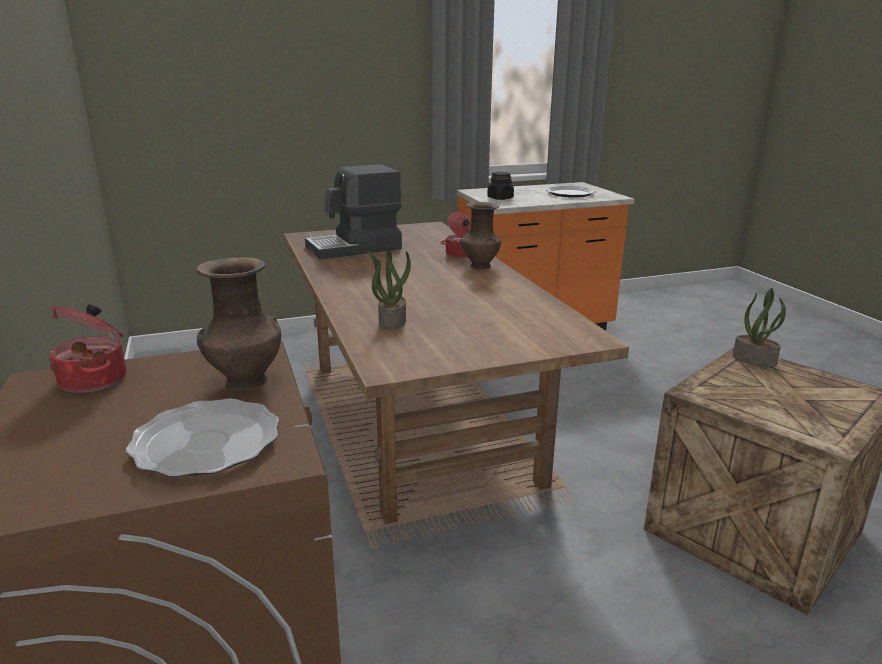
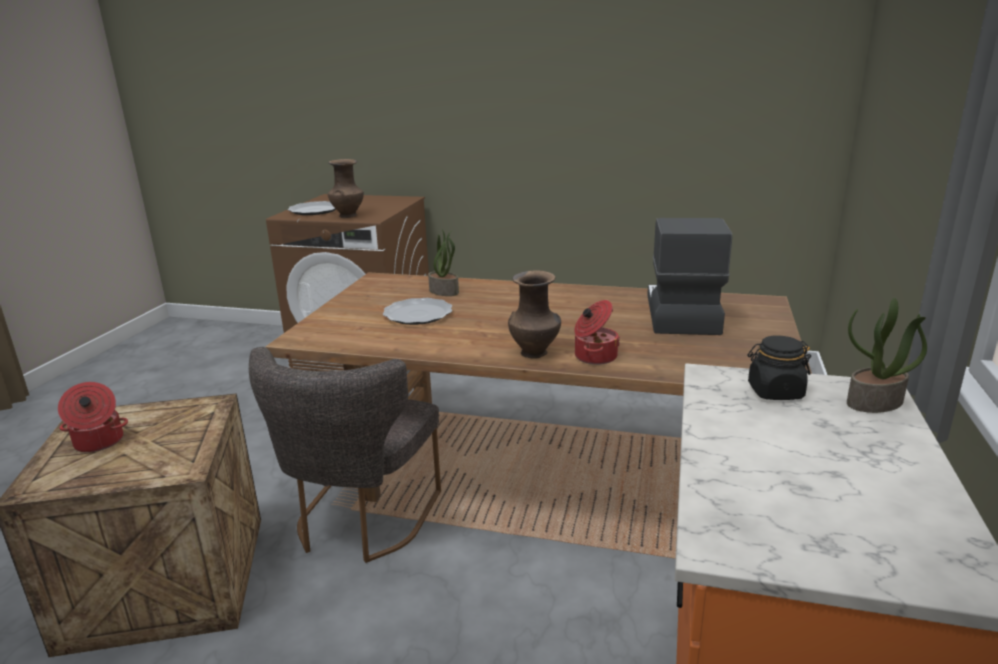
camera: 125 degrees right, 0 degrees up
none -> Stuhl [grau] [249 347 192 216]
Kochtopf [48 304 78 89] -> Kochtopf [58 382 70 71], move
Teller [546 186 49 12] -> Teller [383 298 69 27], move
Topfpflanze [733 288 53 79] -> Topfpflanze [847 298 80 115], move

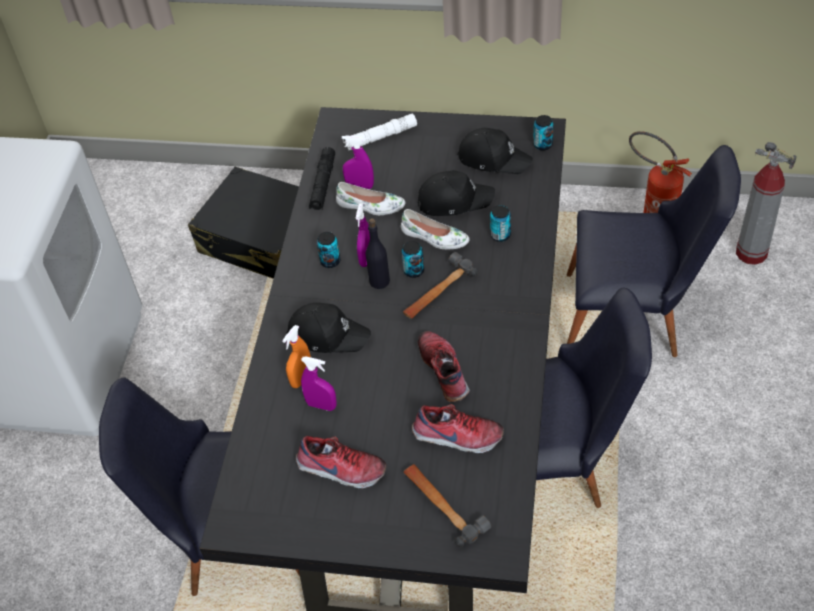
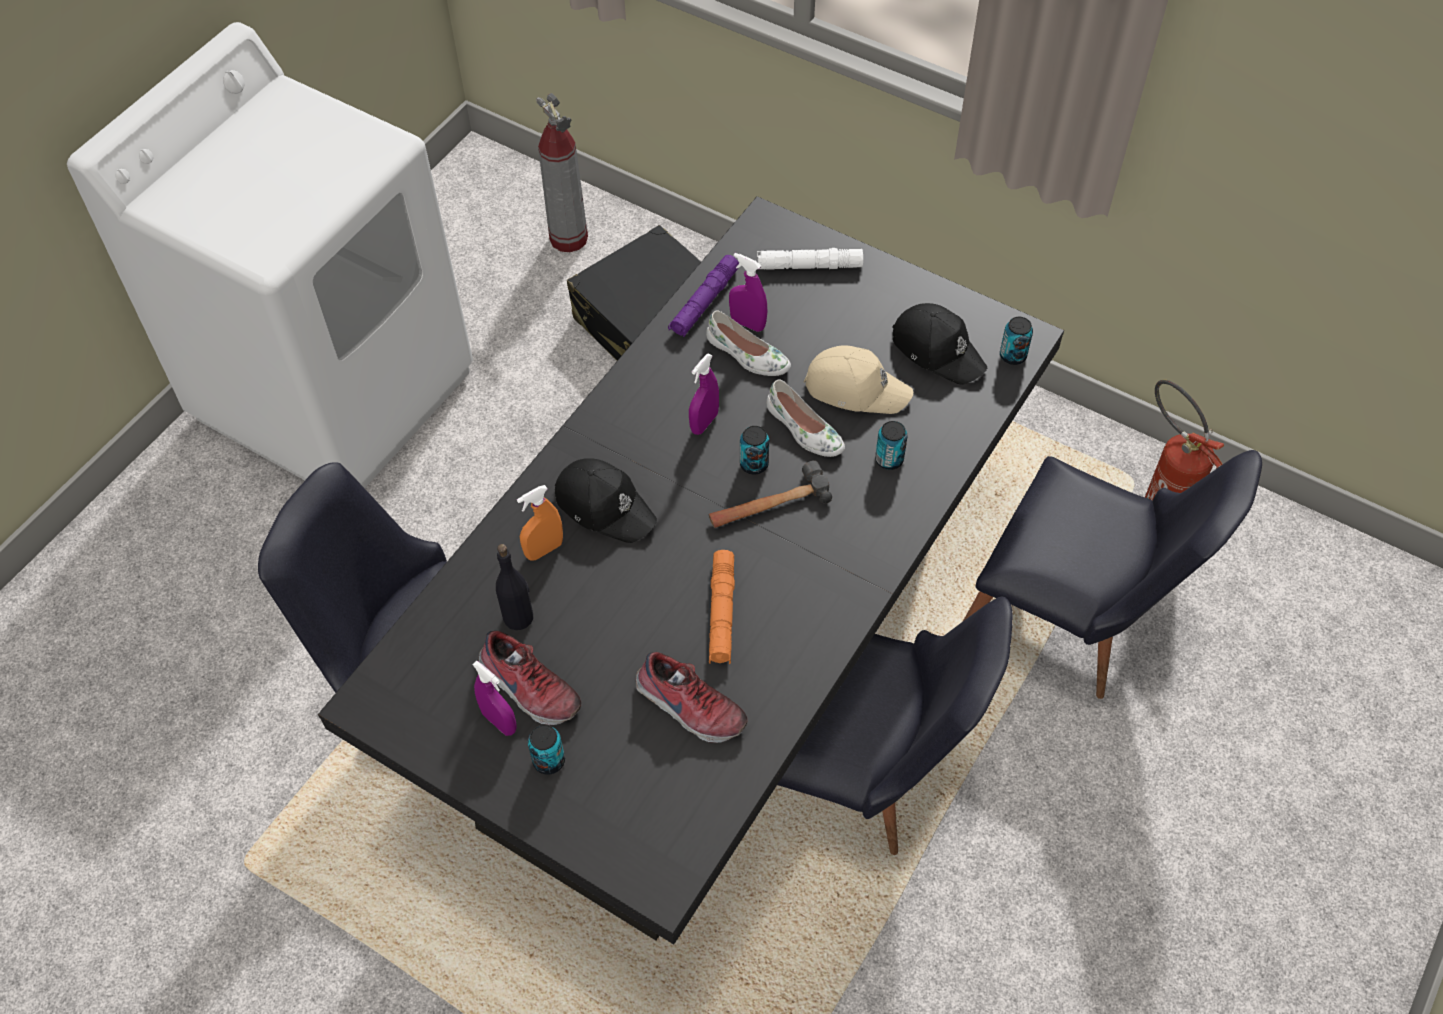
camera: 20 degrees right, 5 degrees up
Hammer [404 464 87 83] -> none
Sprühflasche [lila] [301 357 36 54] -> Sprühflasche [lila] [472 661 45 75], move
Dose [317 232 23 36] -> Dose [528 725 37 50], move
Flasche [schwarz] [366 218 24 71] -> Flasche [schwarz] [496 544 37 86], move
Feuerlöscher [736 142 60 123] -> Feuerlöscher [536 93 52 159], move
Schuh [418 331 52 71] -> Taschenlampe [orange] [709 550 26 114]
Taschenlampe [schwarz] [309 147 26 63] -> Taschenlampe [lila] [668 255 71 82]
Kappe [schwarz] [418 170 77 46] -> Kappe [beige] [804 345 109 69]

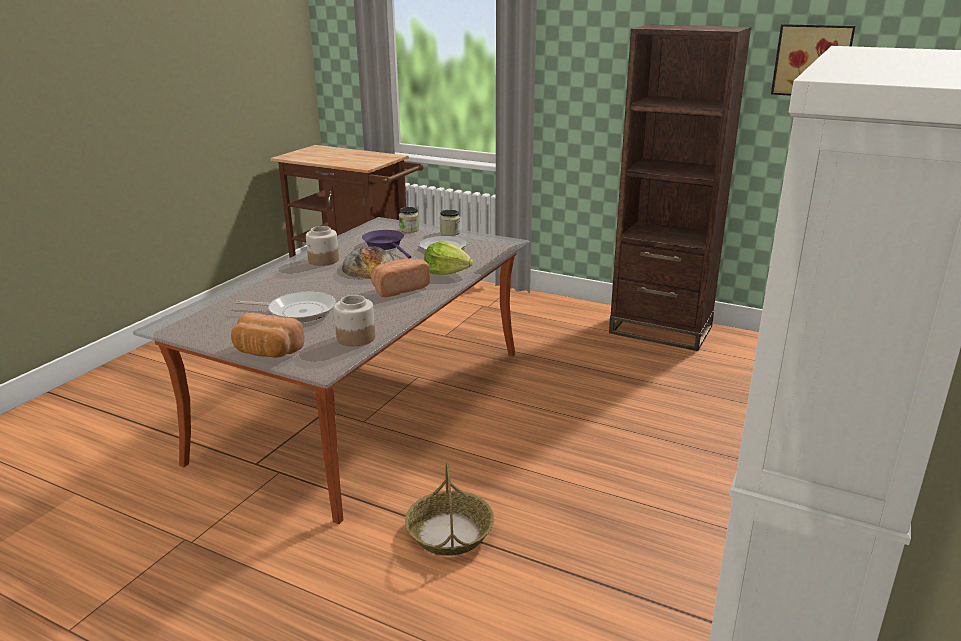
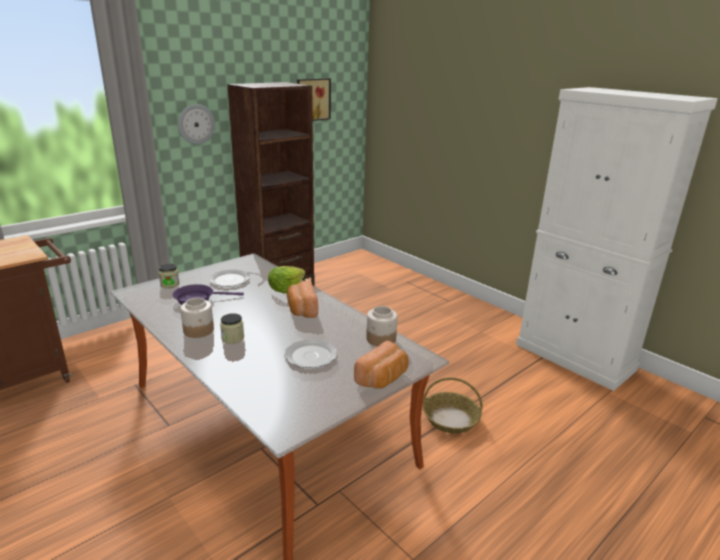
camera: 70 degrees left, 0 degrees up
Brot [342 246 53 33] -> none
none -> Wanduhr [178 104 37 41]
Vorratsglas [440 210 20 26] -> Vorratsglas [220 313 24 31], move
Pfanne [236 291 100 31] -> Teller [284 339 53 29]

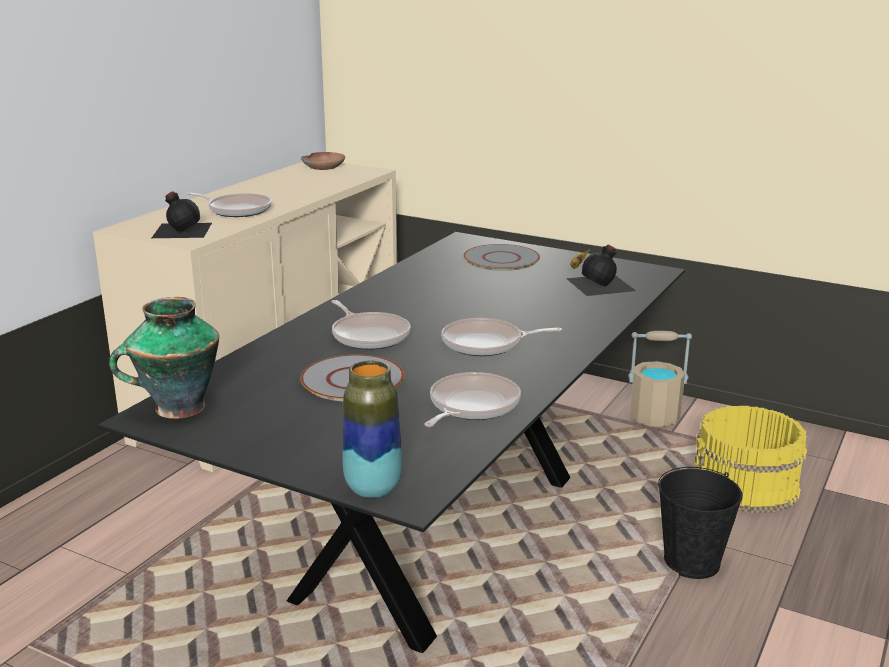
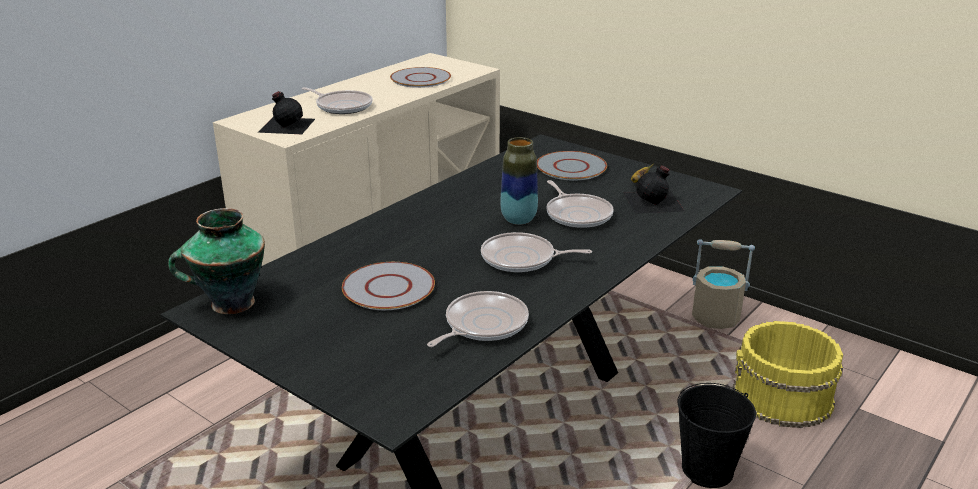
camera: 10 degrees right, 5 degrees up
Schüssel [braun] [301 152 44 18] -> none
none -> Teller [grau] [390 67 61 21]
Pfanne [331 300 80 49] -> Pfanne [547 180 67 48], move
Vase [342 361 60 137] -> Vase [500 137 38 88], move

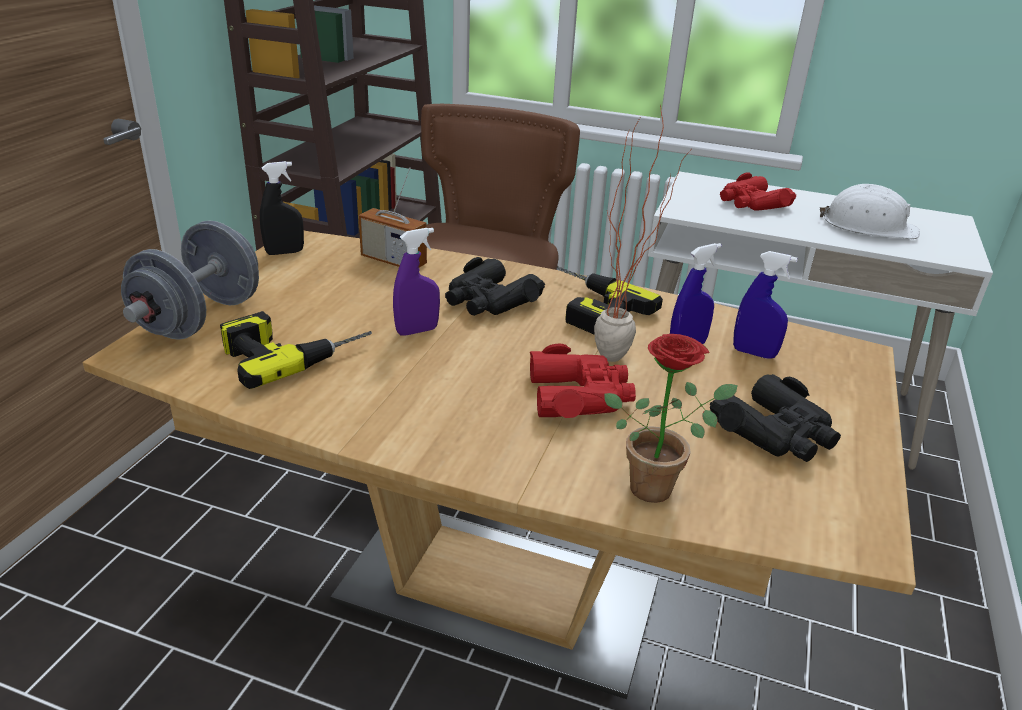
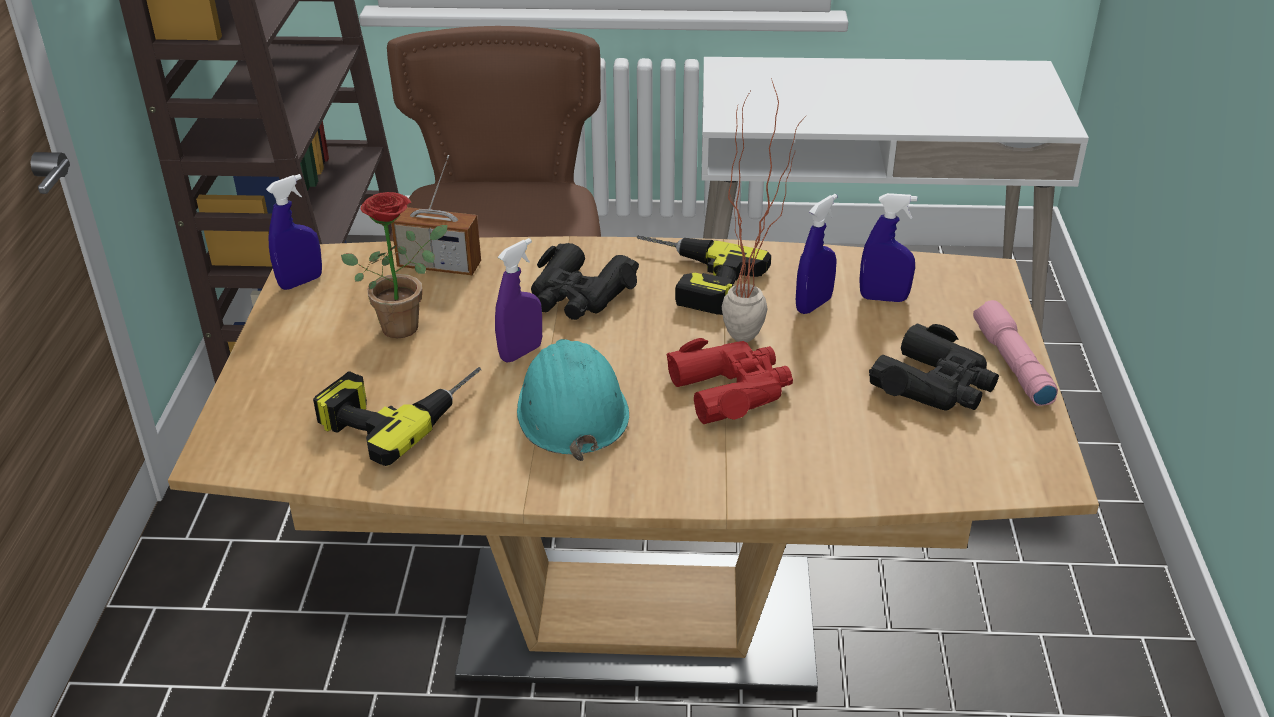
camera: 15 degrees left, 5 degrees up
Hantel [grau] [121 221 138 119] -> none
Fernglas [rot] [720 172 76 39] -> none
Schutzhelm [weiß] [820 184 100 55] -> none
none -> Schutzhelm [türkis] [517 339 112 122]
none -> Taschenlampe [rosa] [973 300 85 106]
Topfpflanze [604 334 134 169] -> Topfpflanze [341 192 107 146], move
Sprühflasche [schwarz] [260 161 44 94] -> Sprühflasche [blau] [266 174 56 116]

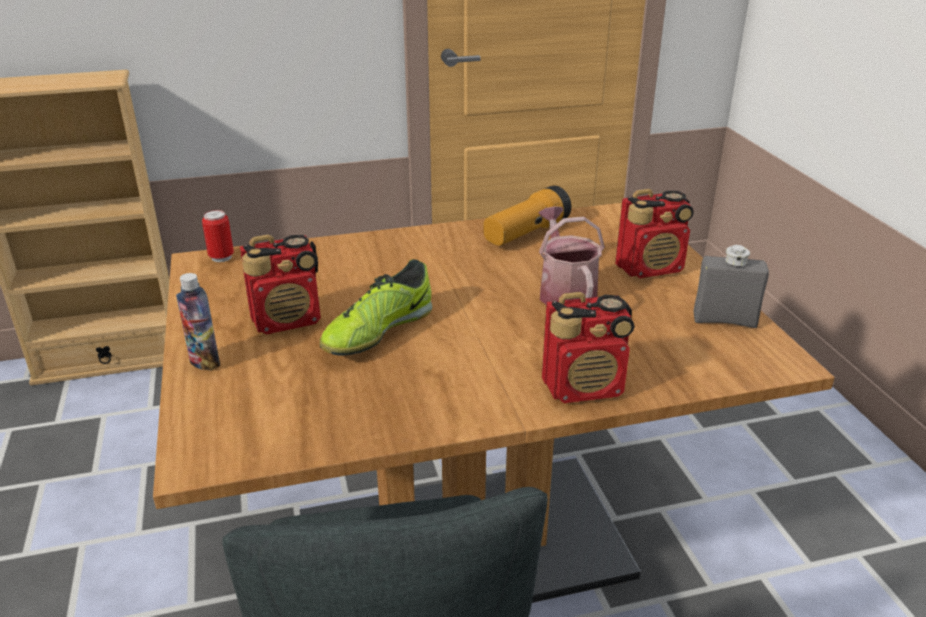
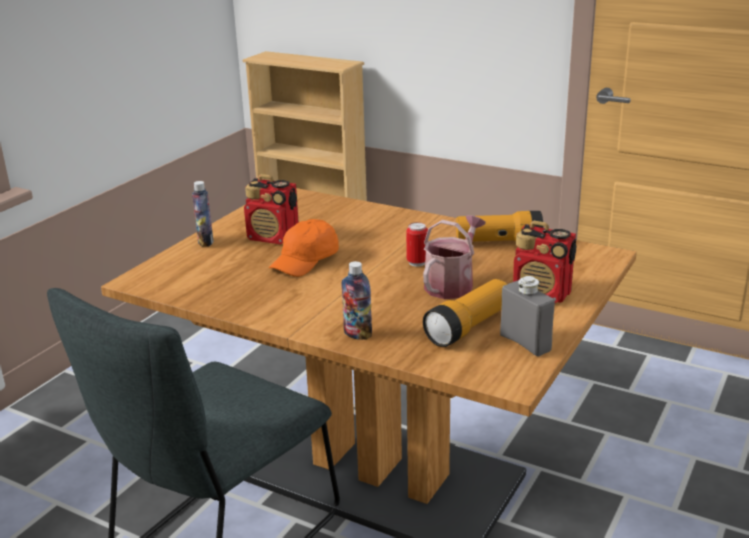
camera: 45 degrees right, 5 degrees down
none -> Taschenlampe [423 279 84 68]
Dose [202 210 32 52] -> Dose [406 222 22 45], move
Schuh [320 259 112 96] -> Kappe [orange] [269 219 70 58]
Radio [542 292 93 111] -> Flasche [341 261 31 79]

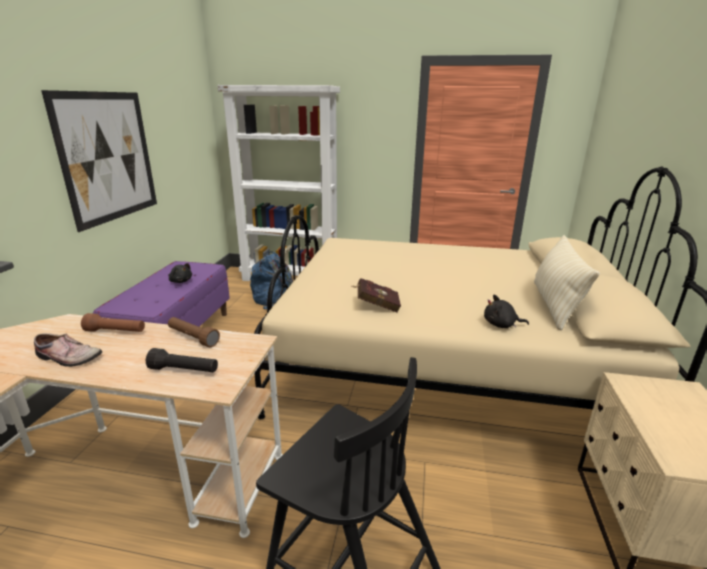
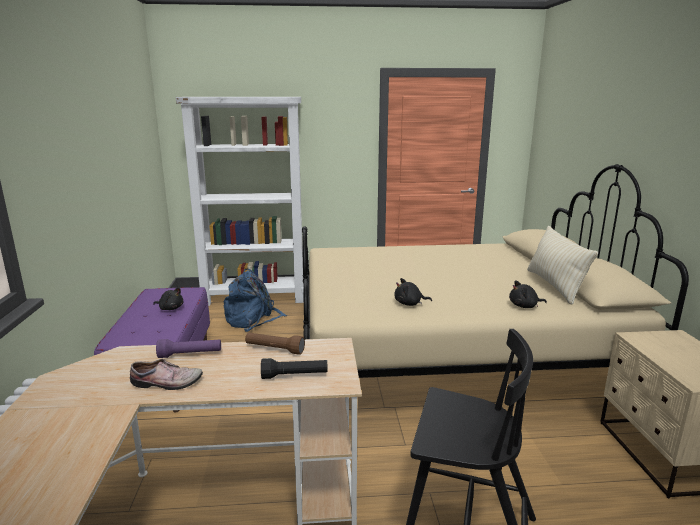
camera: 15 degrees left, 5 degrees down
Bild [41 90 116 142] -> none
Buch [rot] [350 278 51 35] -> Plüschtier [schwarz] [395 278 37 28]
Taschenlampe [braun] [81 313 64 19] -> Taschenlampe [lila] [156 339 65 19]

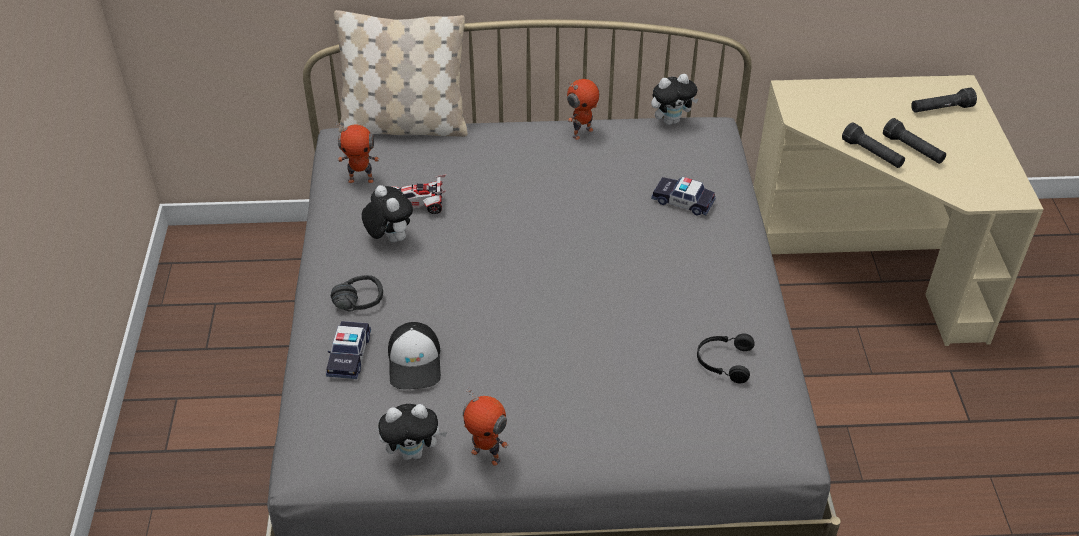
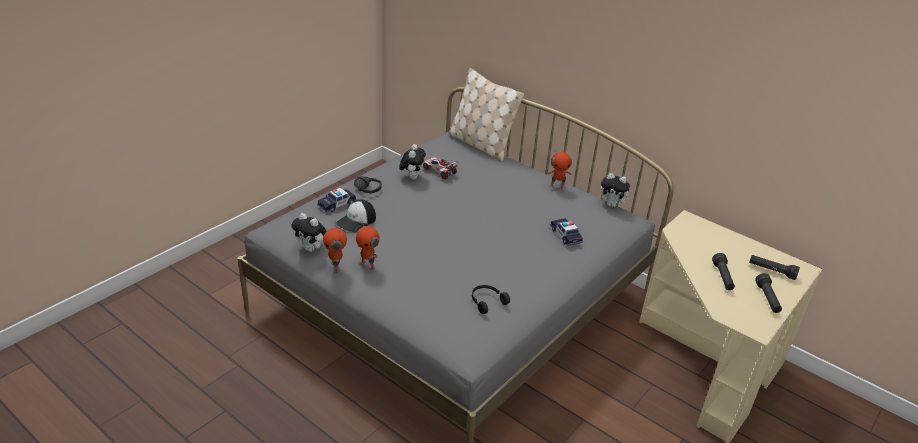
camera: 40 degrees right, 10 degrees down
Spielzeugroboter [336 122 44 61] -> Spielzeugroboter [356 219 24 52], move
Taschenlampe [schwarz] [842 123 63 45] -> Taschenlampe [schwarz] [755 273 27 40], move

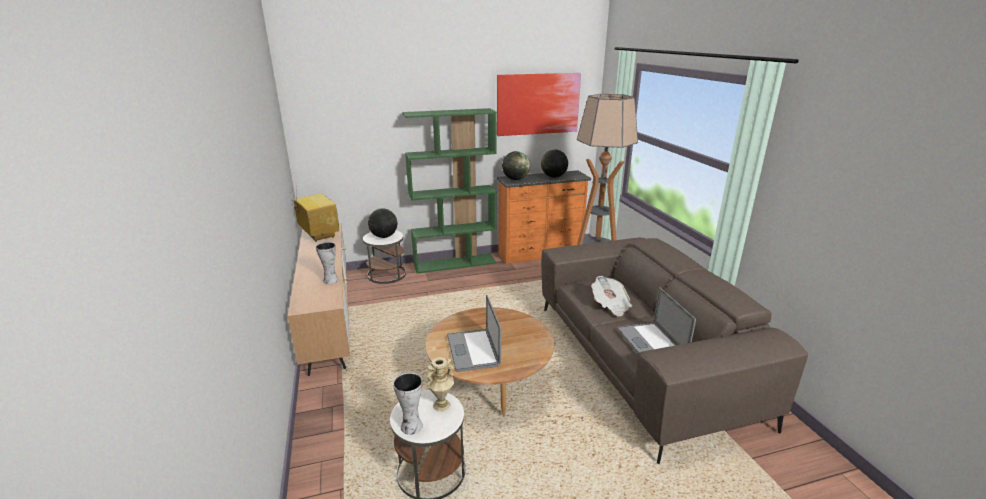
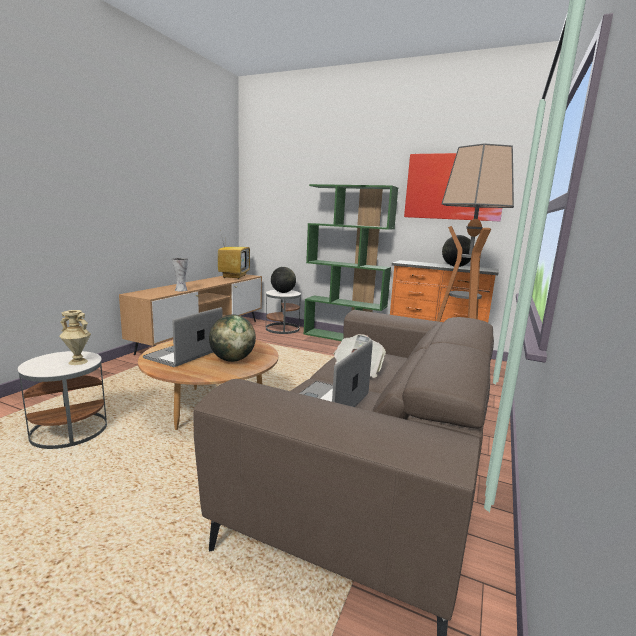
camera: 40 degrees right, 10 degrees down
Vase [393 373 30 62] -> none
Globus [502 151 28 29] -> Globus [209 314 47 48], move

